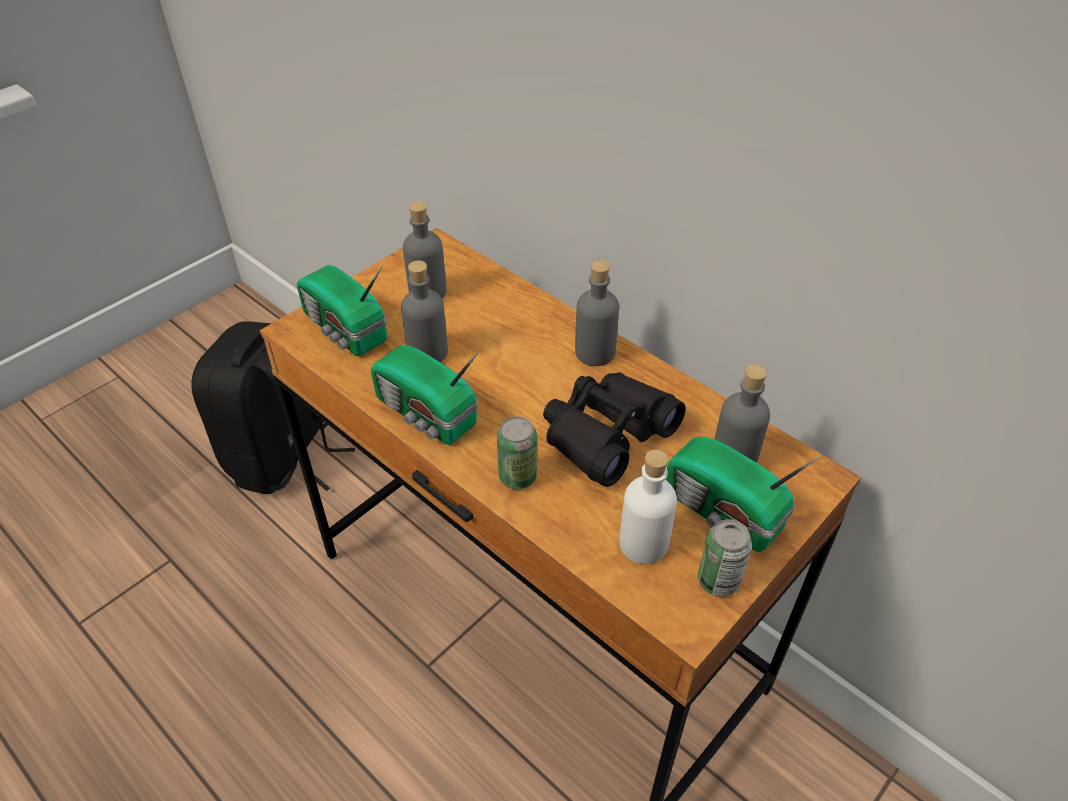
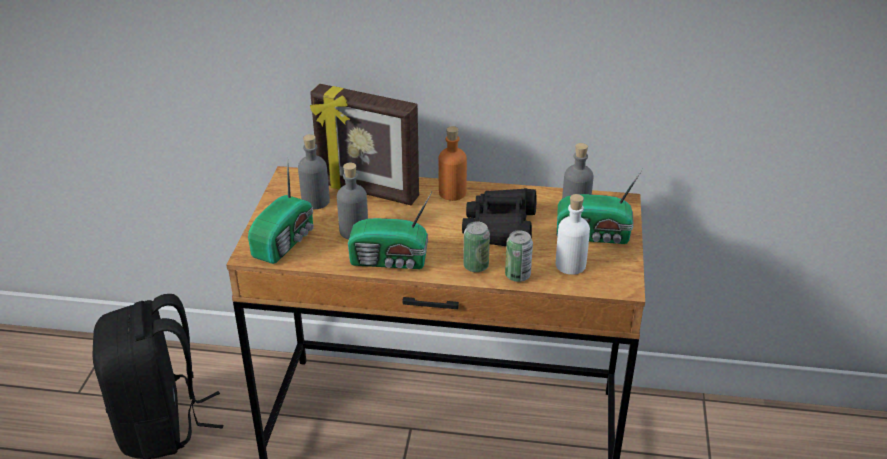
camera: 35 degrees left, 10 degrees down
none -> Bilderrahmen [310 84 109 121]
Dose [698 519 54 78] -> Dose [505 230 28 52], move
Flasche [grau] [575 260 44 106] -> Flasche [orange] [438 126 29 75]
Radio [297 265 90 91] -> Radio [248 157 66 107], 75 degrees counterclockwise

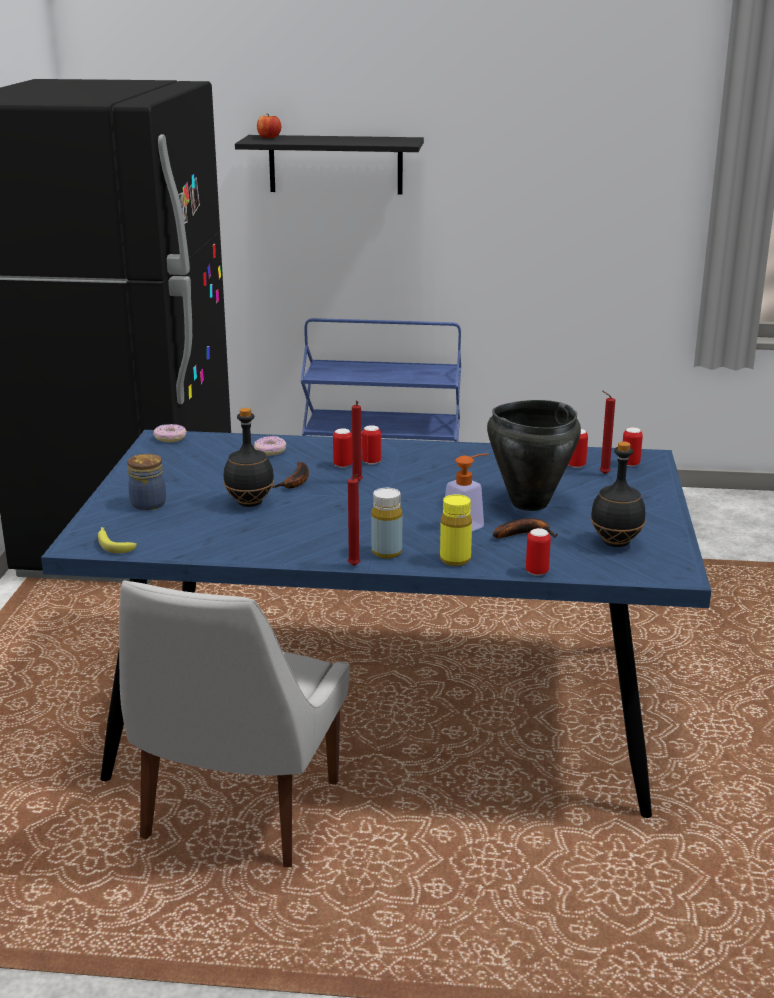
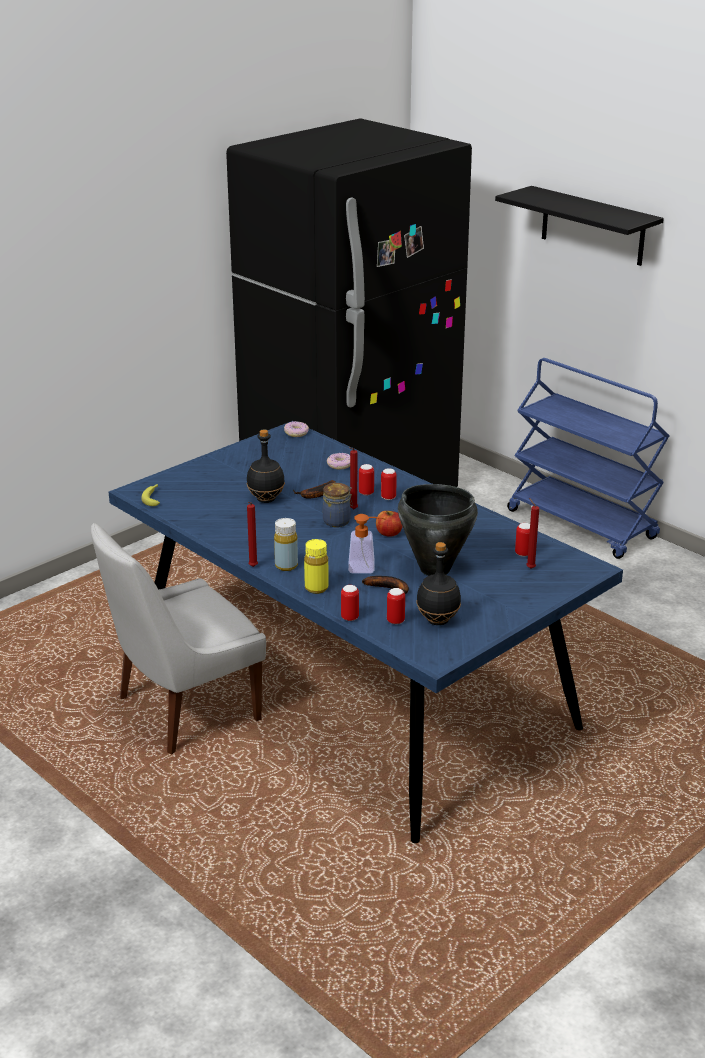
camera: 40 degrees right, 5 degrees up
Vorratsglas [128 454 38 56] -> Vorratsglas [323 483 30 44], move
Apfel [257 113 24 25] -> Apfel [376 511 27 26], move
Dose [623 427 20 40] -> Dose [387 588 18 36], move

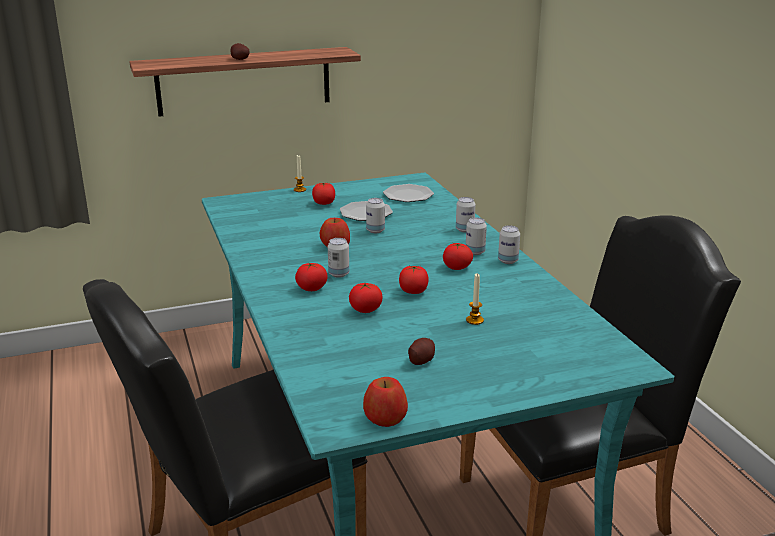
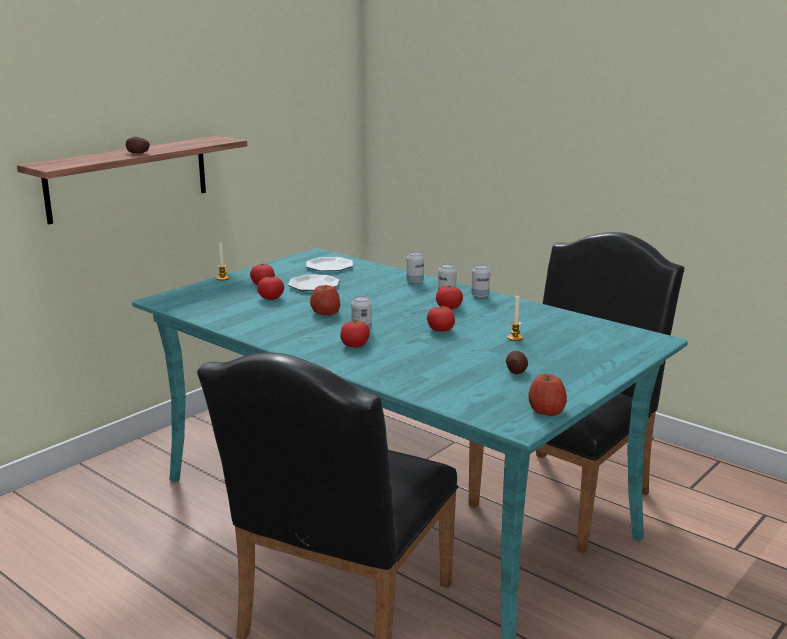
camera: 30 degrees left, 5 degrees down
Dose [366 198 19 35] -> none
Tomate [349 283 33 30] -> Tomate [257 276 27 24], move

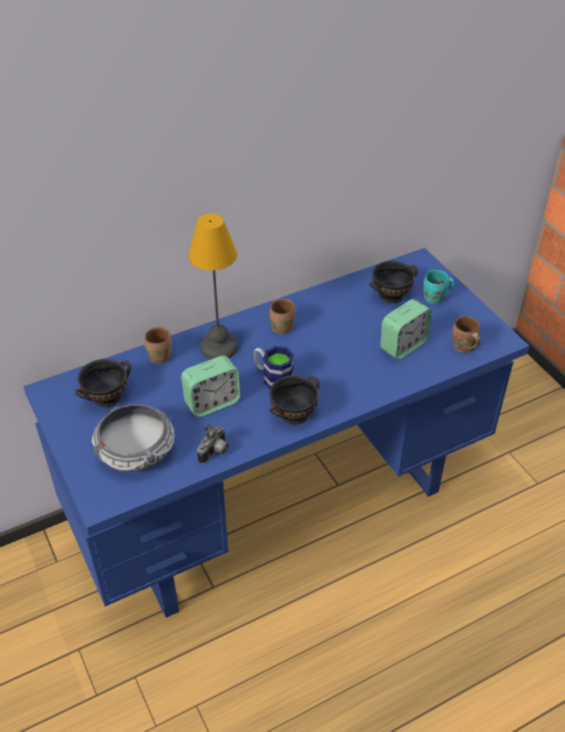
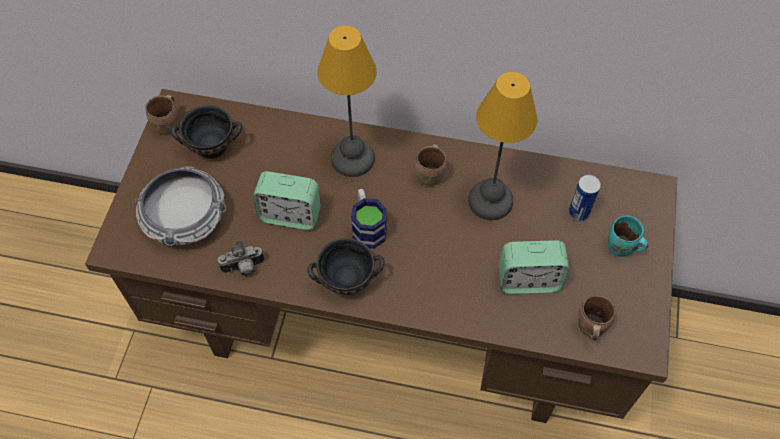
camera: 40 degrees right, 15 degrees up
none -> Tischlampe [468 72 69 148]
Henkelbecher [braun] [144 327 28 37] -> Henkelbecher [braun] [145 94 34 41], move
Schüssel [schwarz] [369 261 49 42] -> Dose [568 175 33 46]
Schreibtisch [blau] [23 248 506 370] -> Schreibtisch [braun] [85 89 592 334]

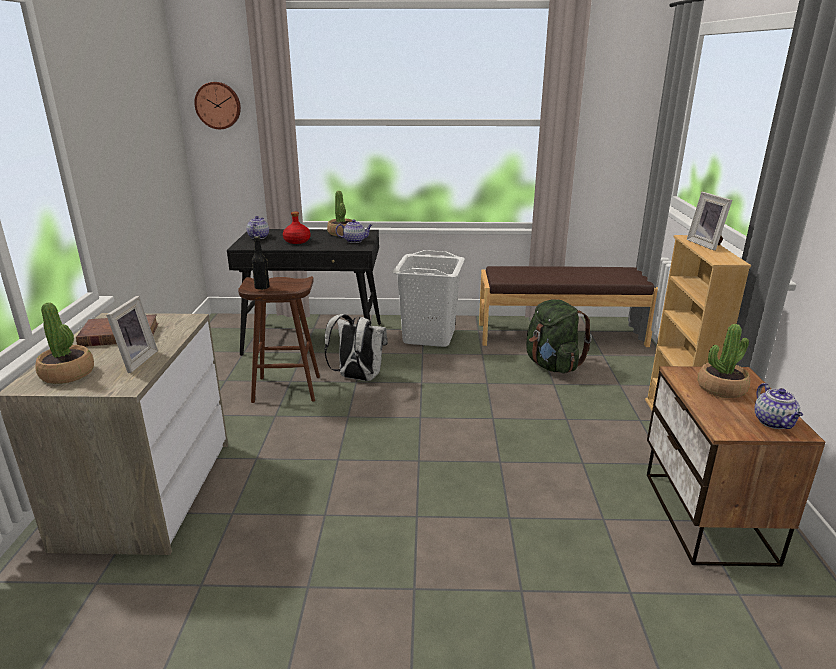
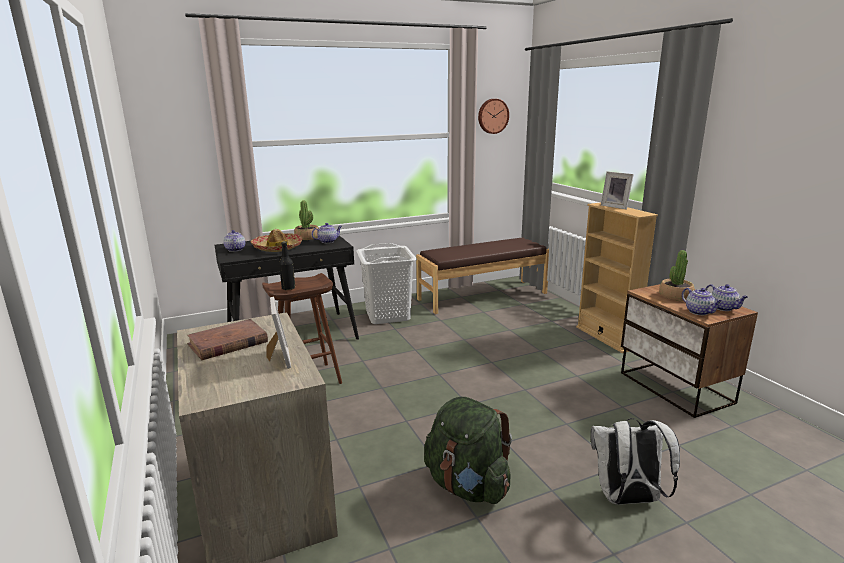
camera: 25 degrees left, 5 degrees down
Topfpflanze [35 303 59 81] -> none
none -> Teekanne [682 288 41 27]
Wanduhr [194 82 47 47] -> Wanduhr [478 99 31 35], move
Rucksack [weiß] [324 314 64 67] -> Rucksack [weiß] [591 418 89 87], move
Rucksack [grün] [526 299 66 74] -> Rucksack [grün] [424 397 88 107], move
Flasche [rot] [283 212 28 32] -> Hut [251 229 52 23]

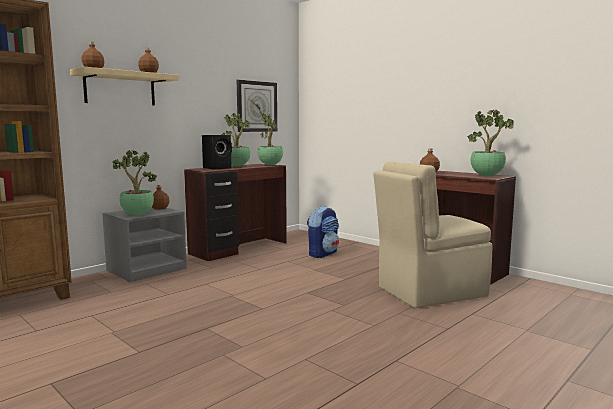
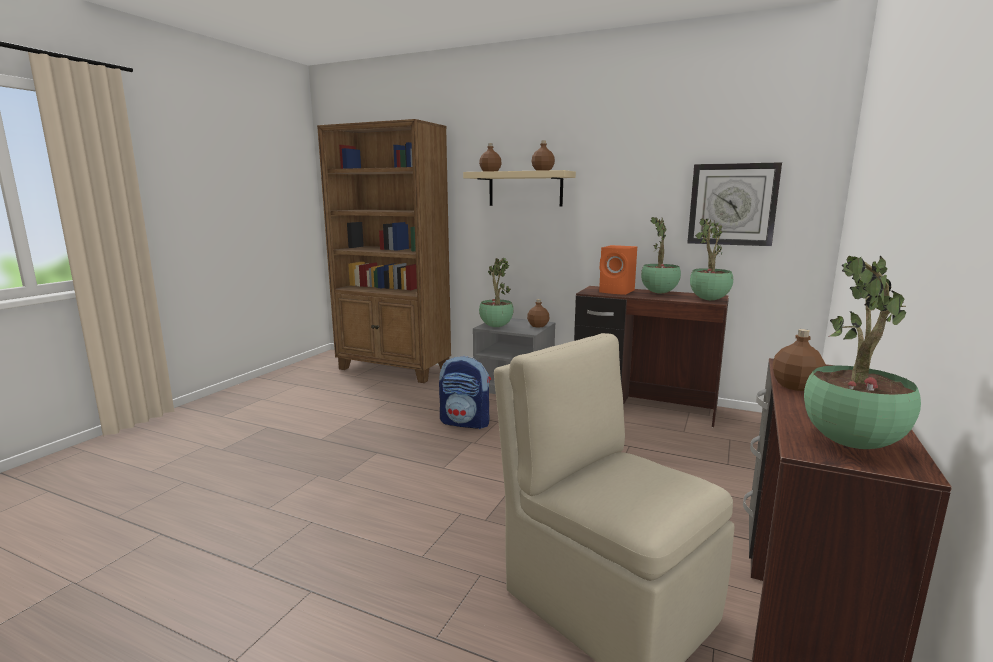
camera: 70 degrees right, 5 degrees up
Rucksack [307 206 32 52] -> Rucksack [439 356 52 73], move
Lautsprecher [schwarz] [202 135 30 35] -> Lautsprecher [orange] [599 245 38 50]

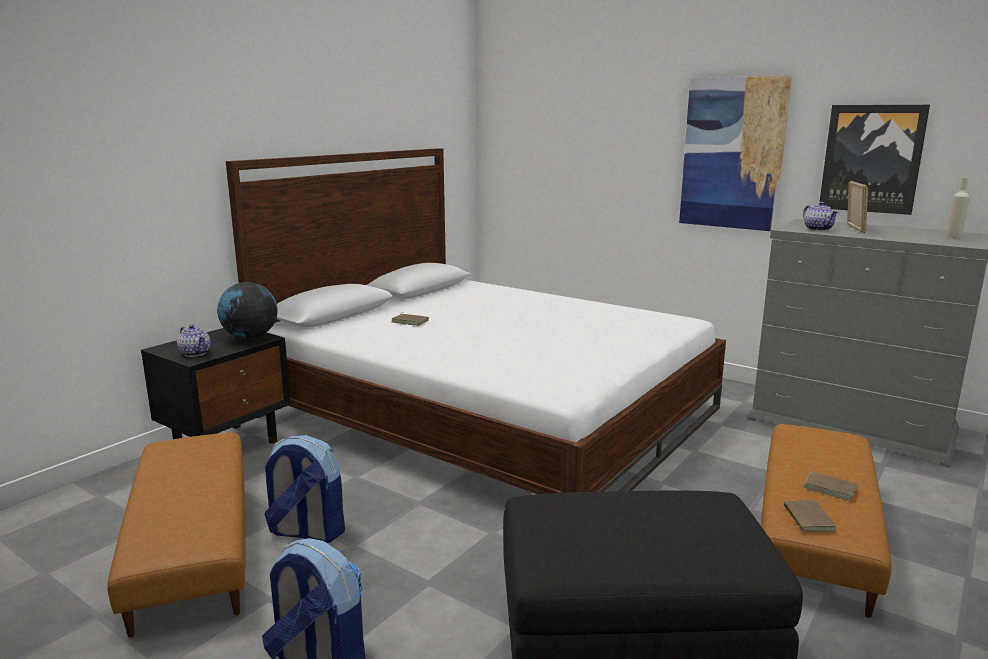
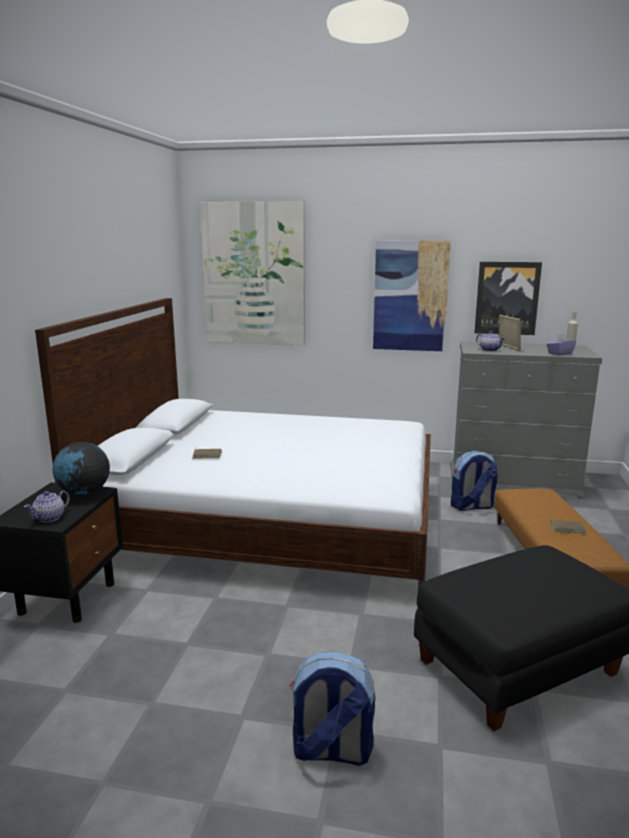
camera: 25 degrees left, 0 degrees up
Polsterhocker [braun] [107 432 139 205] -> none
Buch [braun] [784 500 52 32] -> none
none -> Bild [200 201 105 144]
none -> Taschentuchbox [lila] [546 334 30 21]
Rucksack [264 435 81 108] -> Rucksack [451 451 47 60], move
Teekanne [177 325 33 32] -> Teekanne [24 490 46 32], 105 degrees clockwise

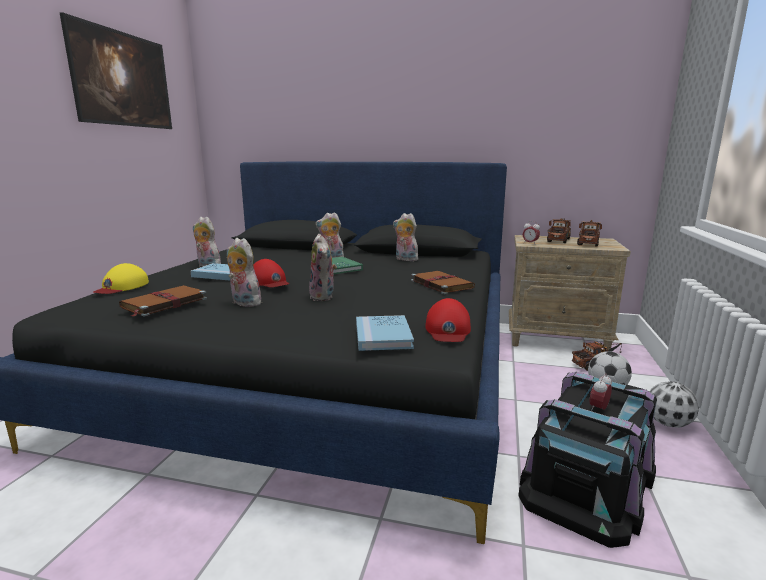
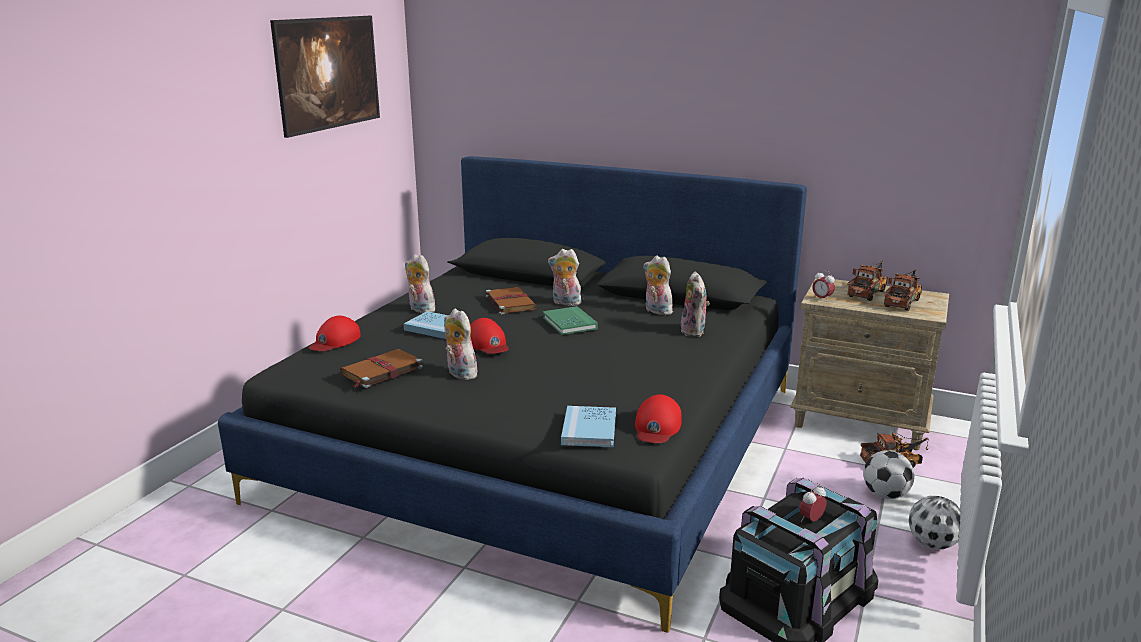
camera: 10 degrees right, 5 degrees up
Plüschtier [309 234 28 67] -> Plüschtier [679 271 31 66], move
Buch [braun] [411 271 64 23] -> Buch [braun] [486 287 51 27], move
Kappe [gelb] [93 263 56 31] -> Kappe [rot] [308 316 53 35]

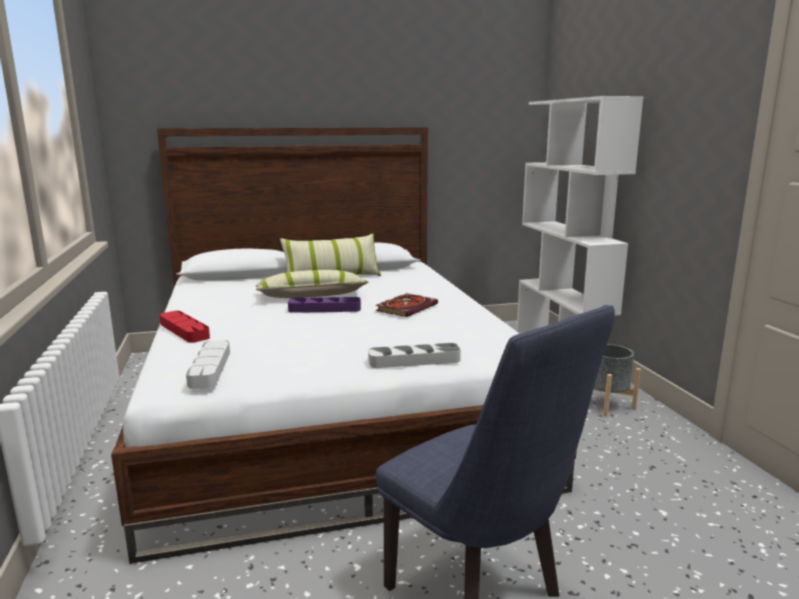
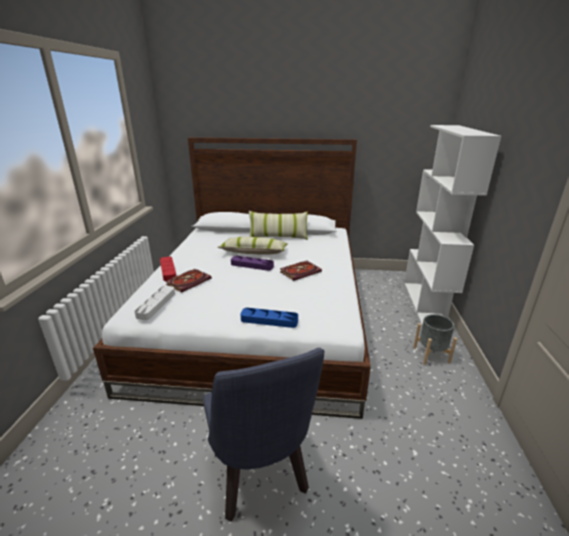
camera: 20 degrees right, 10 degrees up
none -> Buch [165 269 47 24]
Tablett [grau] [368 343 93 25] -> Tablett [blau] [241 308 57 20]

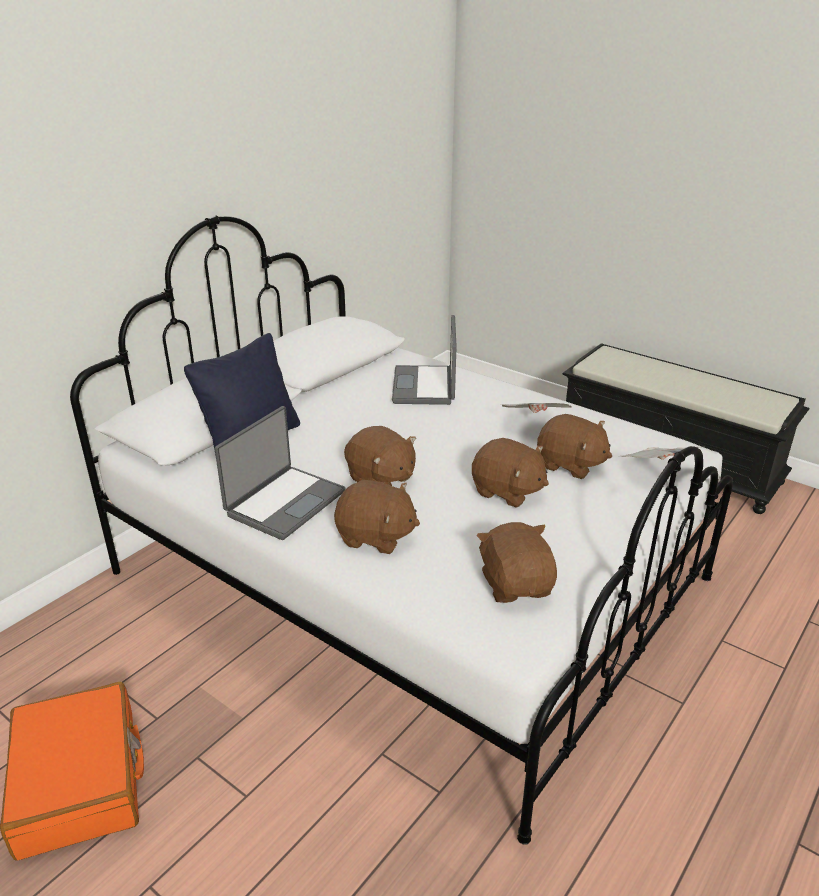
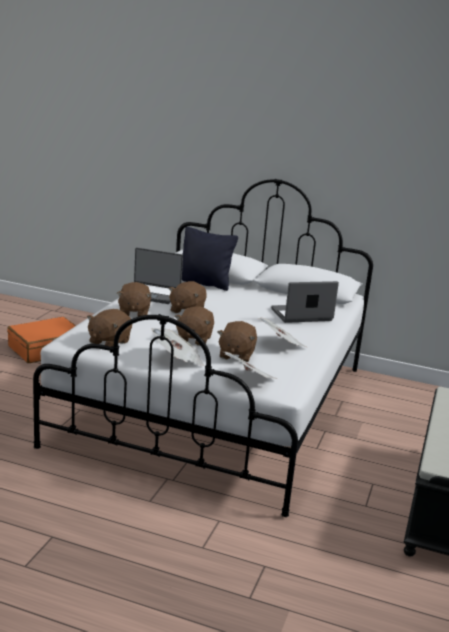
camera: 70 degrees right, 10 degrees down
none -> Zeitung [151 328 54 38]
Plüschtier [braun] [477 522 80 81] -> Plüschtier [braun] [87 309 45 38], 150 degrees clockwise

